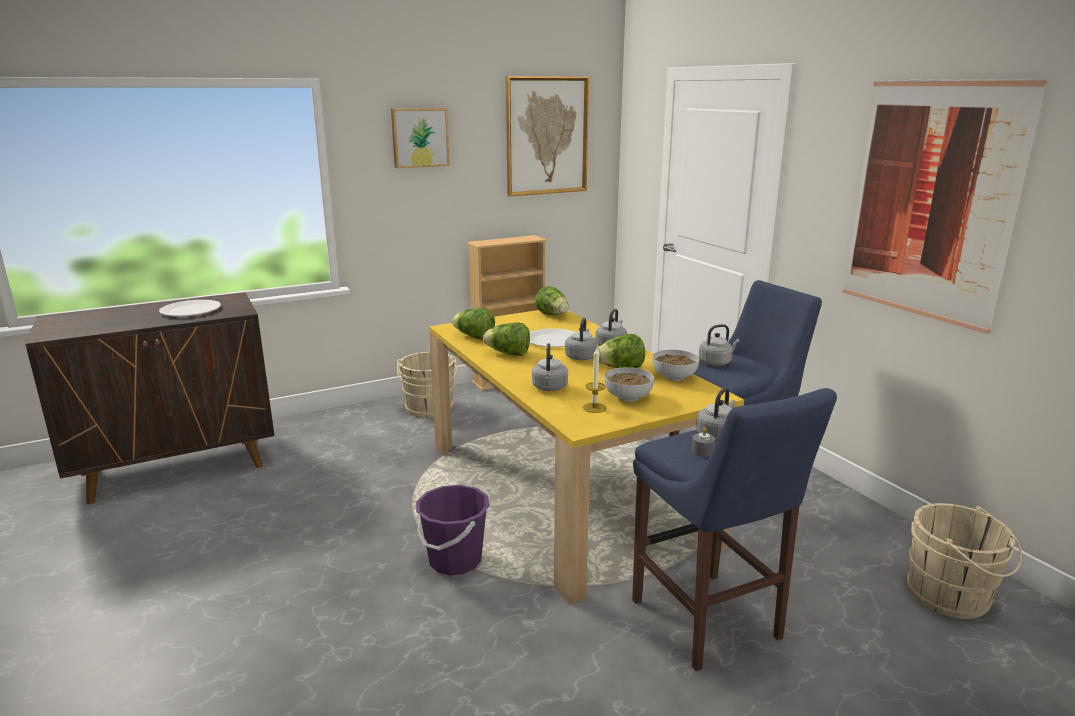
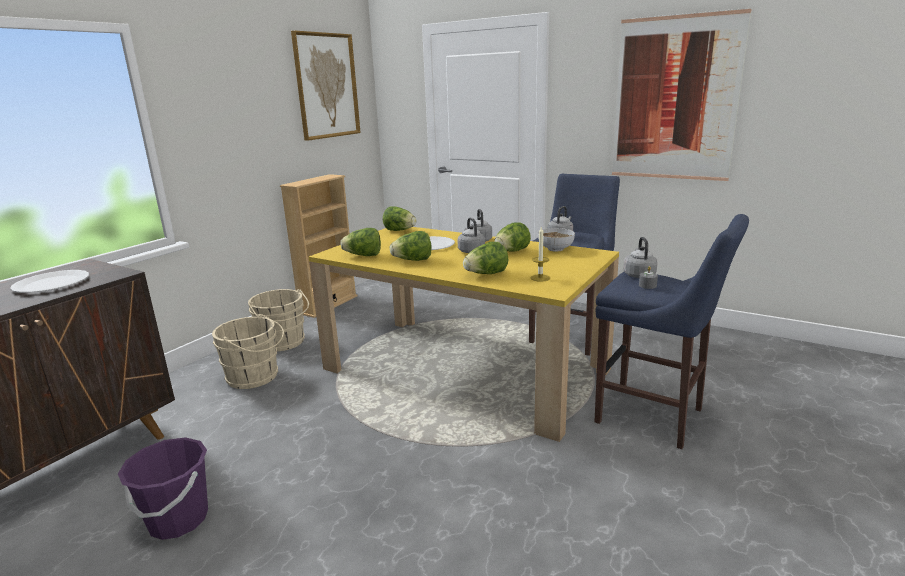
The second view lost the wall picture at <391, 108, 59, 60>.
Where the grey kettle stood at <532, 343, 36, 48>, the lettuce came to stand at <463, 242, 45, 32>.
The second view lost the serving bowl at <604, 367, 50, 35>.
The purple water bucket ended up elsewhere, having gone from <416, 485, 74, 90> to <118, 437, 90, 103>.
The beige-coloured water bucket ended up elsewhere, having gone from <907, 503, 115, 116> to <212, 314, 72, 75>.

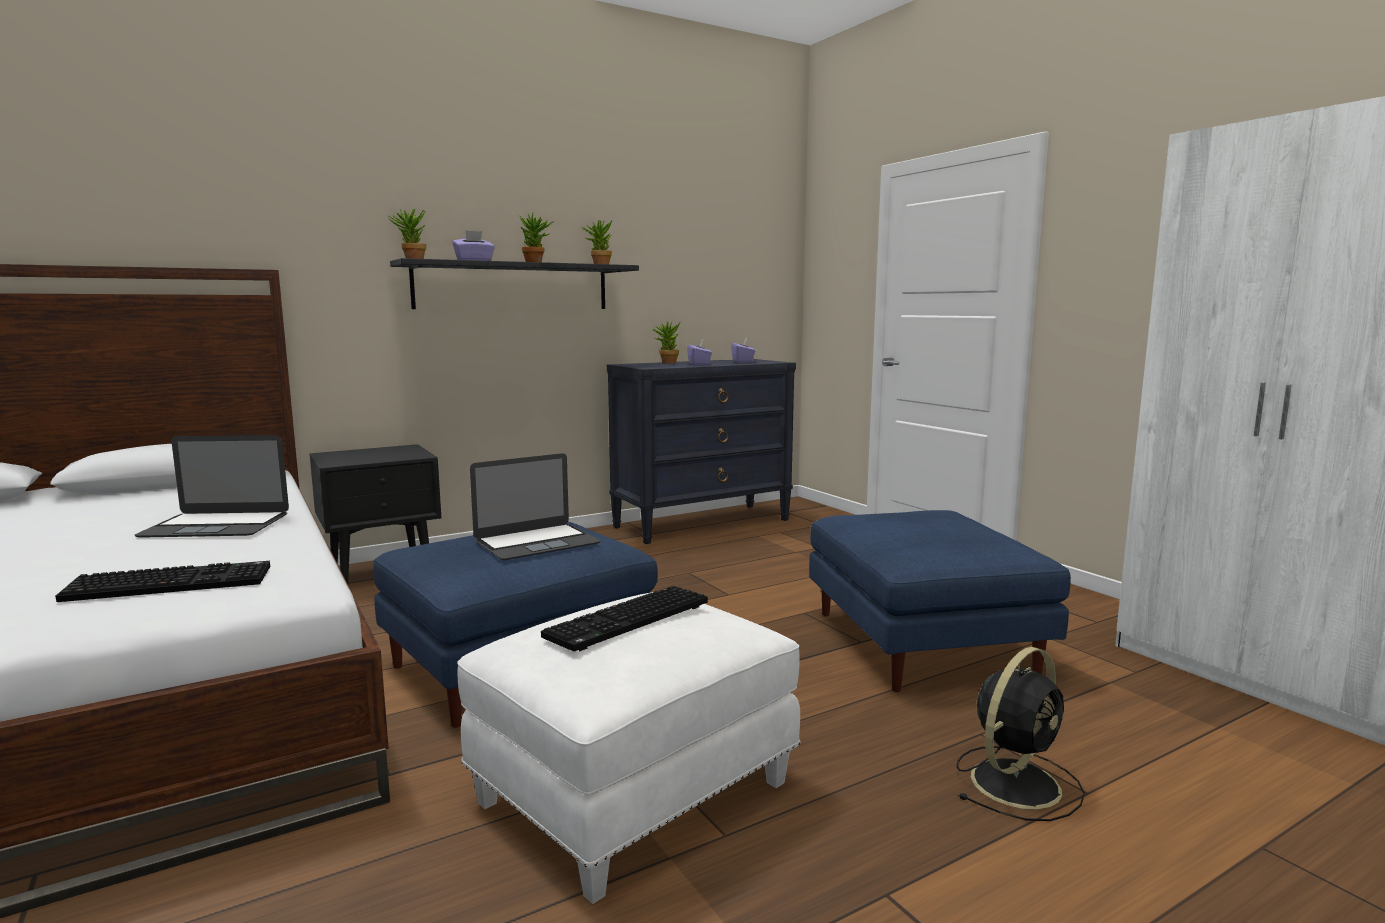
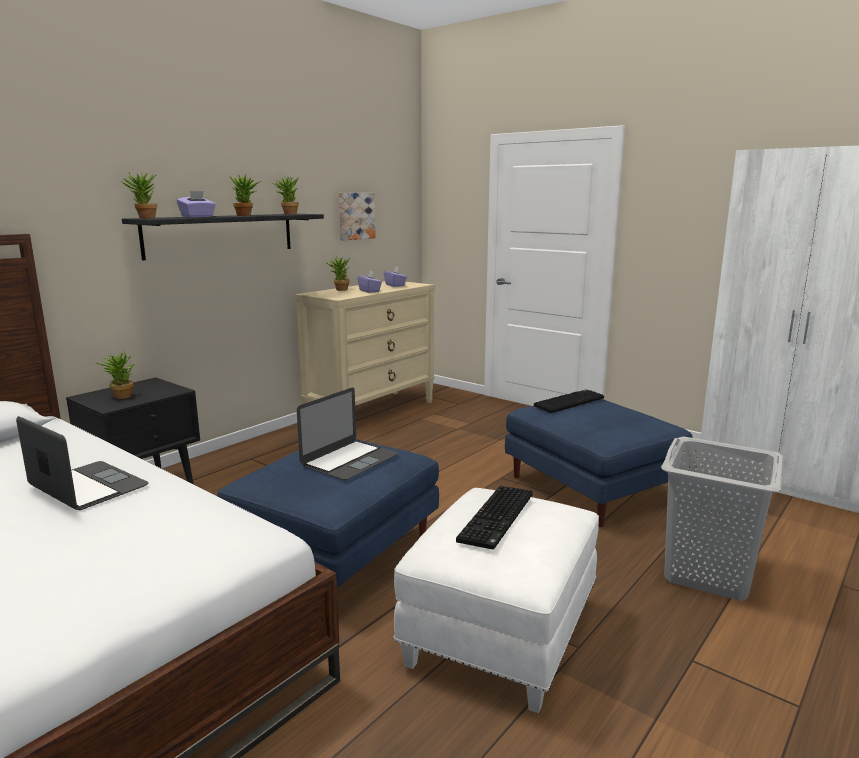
What was the blackish dresser at <607, 359, 189, 185> turned into the beige-coloured dresser at <295, 281, 140, 125>.
The laptop at <135, 435, 154, 103> ended up facing another way, 120 degrees counterclockwise from before.
The PC keyboard ended up elsewhere, having gone from <55, 561, 215, 41> to <534, 390, 70, 23>.
Where the blackish cooling fan stood at <957, 647, 128, 174>, the grey hamper came to stand at <661, 436, 123, 165>.
The second view gained the wall picture at <339, 193, 37, 47>.
The second view gained the plant in a pot at <95, 349, 41, 50>.

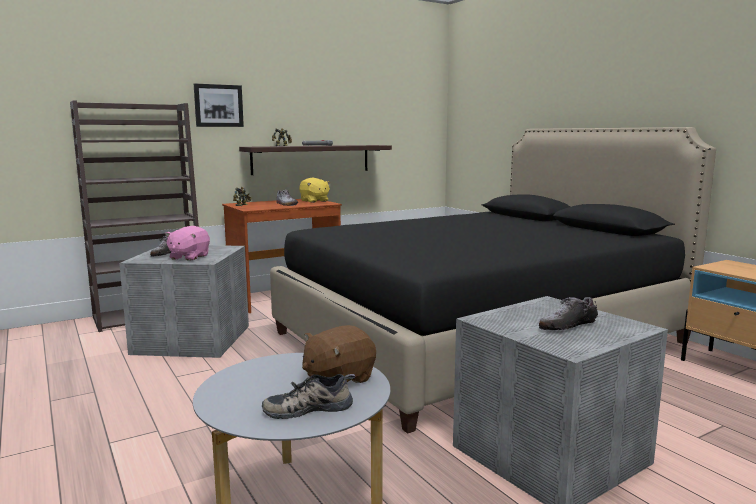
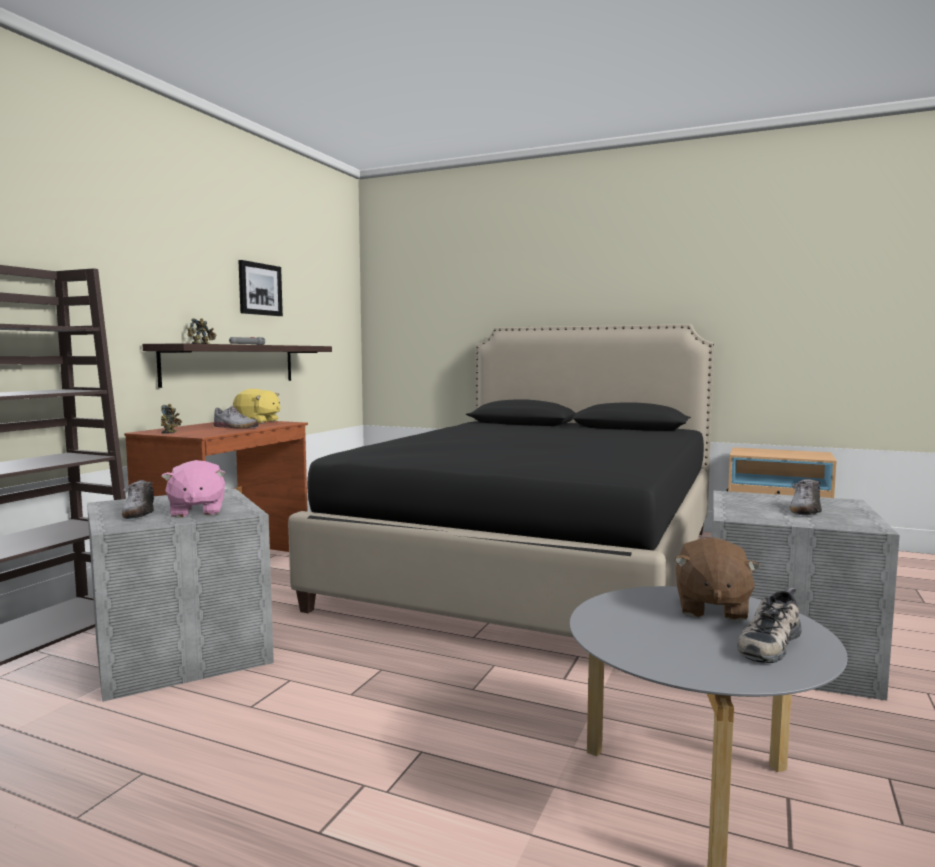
The wall picture ended up elsewhere, having gone from <194, 83, 50, 44> to <238, 260, 45, 56>.

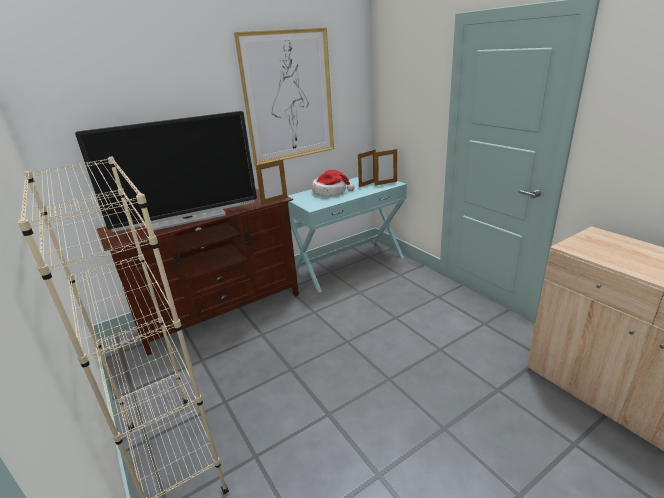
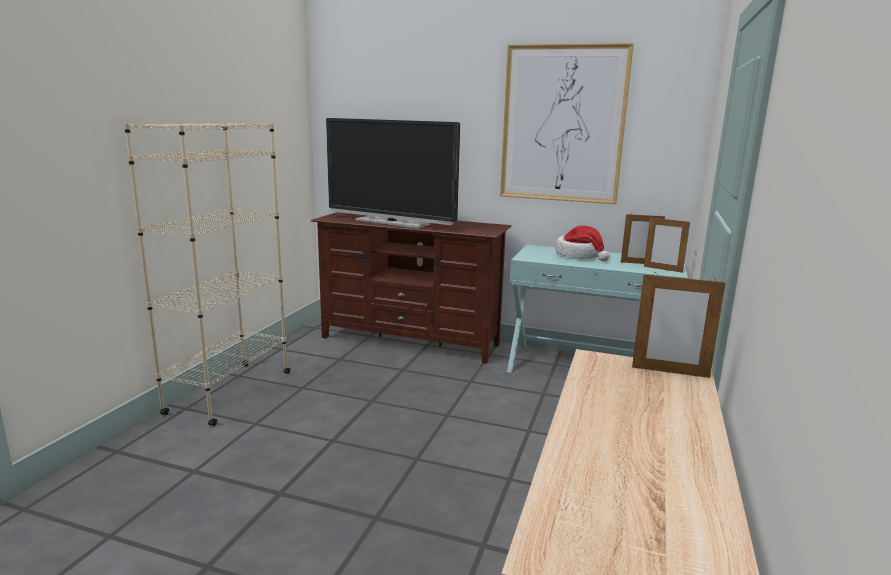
The standing frame ended up elsewhere, having gone from <255, 159, 33, 46> to <632, 272, 94, 106>.

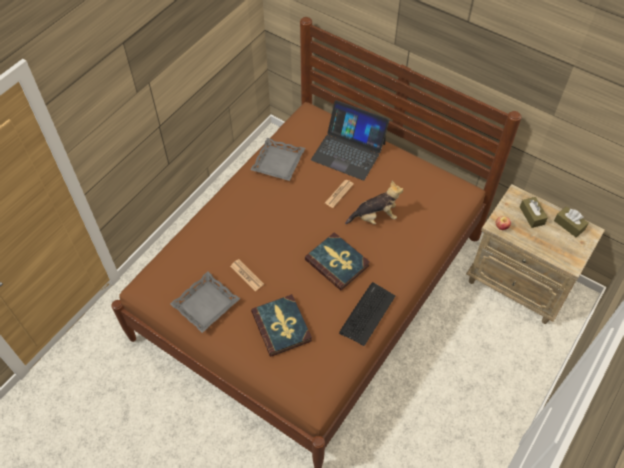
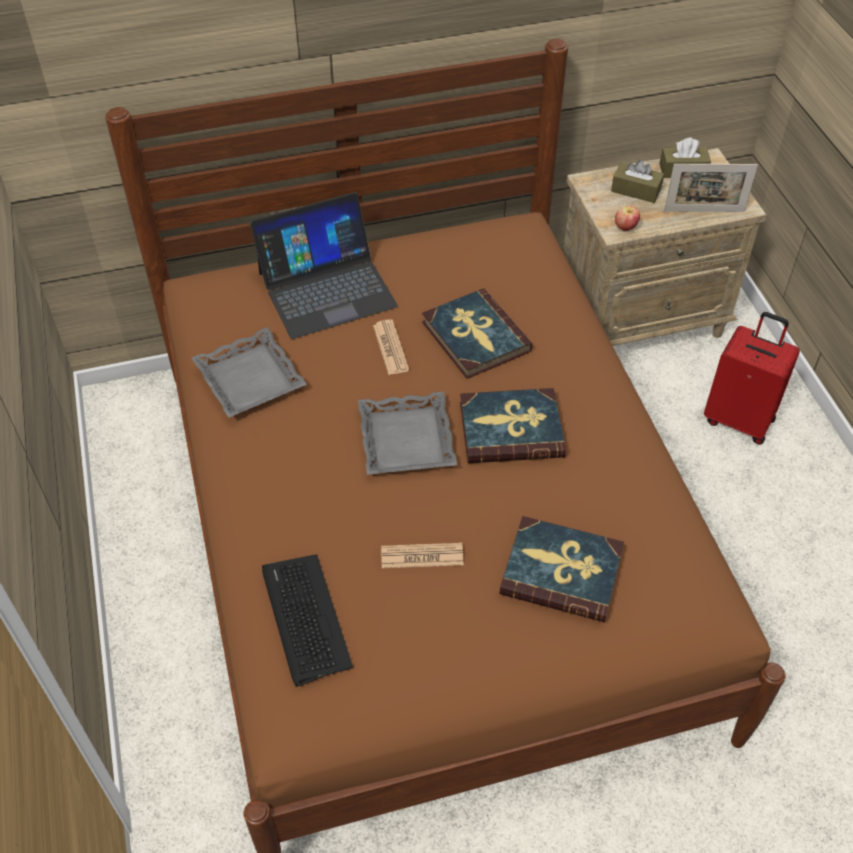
Where the cuddly toy stood at <345, 181, 58, 44>, the bound book came to stand at <422, 288, 111, 91>.
The grey serving tray ended up elsewhere, having gone from <170, 272, 70, 61> to <358, 391, 99, 84>.
The PC keyboard ended up elsewhere, having gone from <339, 282, 56, 64> to <262, 554, 91, 133>.
The second view gained the standing frame at <664, 164, 94, 48>.
The second view gained the reddish piece of luggage at <704, 312, 96, 133>.

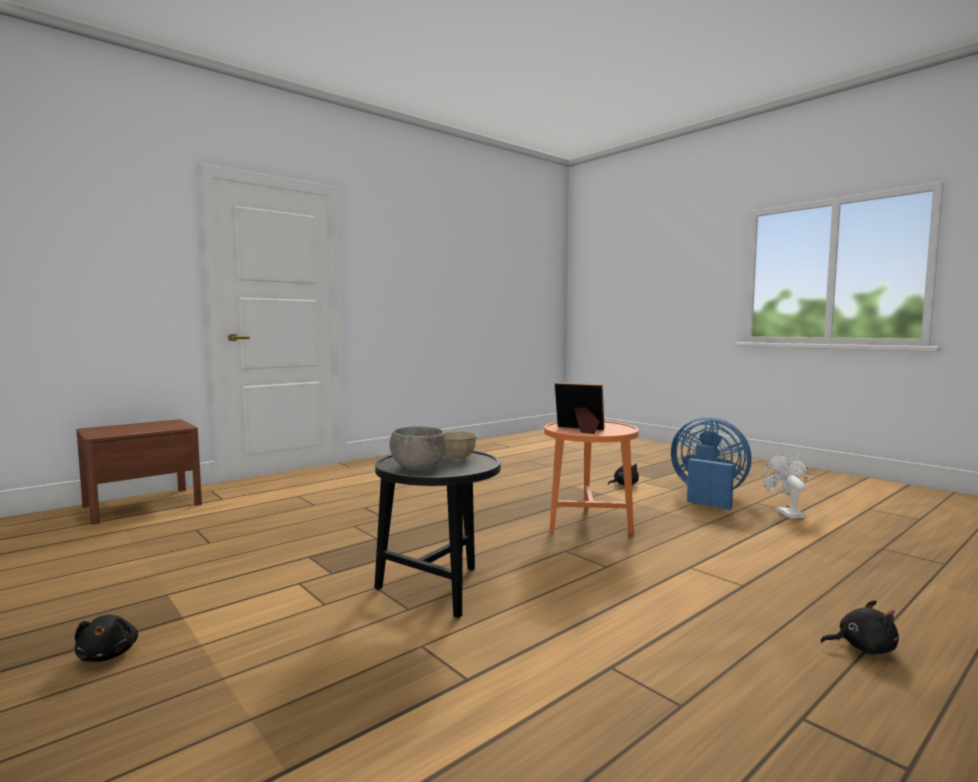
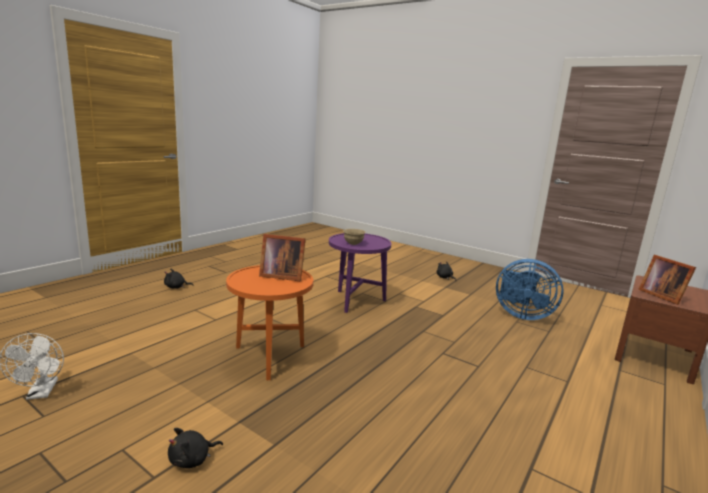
The bluish cooling fan ended up elsewhere, having gone from <671, 417, 81, 93> to <496, 259, 68, 61>.
The second view lost the grey serving bowl at <390, 426, 56, 45>.
What was the blackish side table at <374, 451, 127, 167> turned into the purple side table at <329, 233, 62, 80>.
The second view gained the standing frame at <638, 255, 58, 50>.

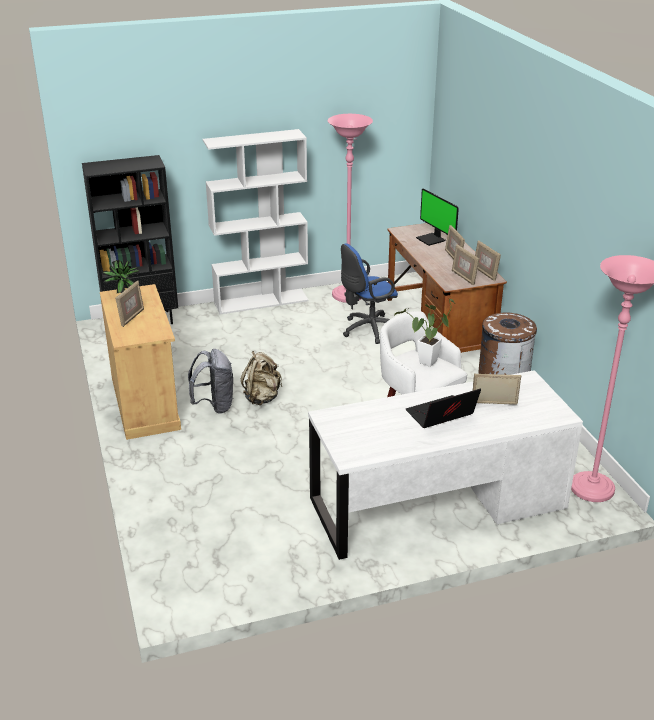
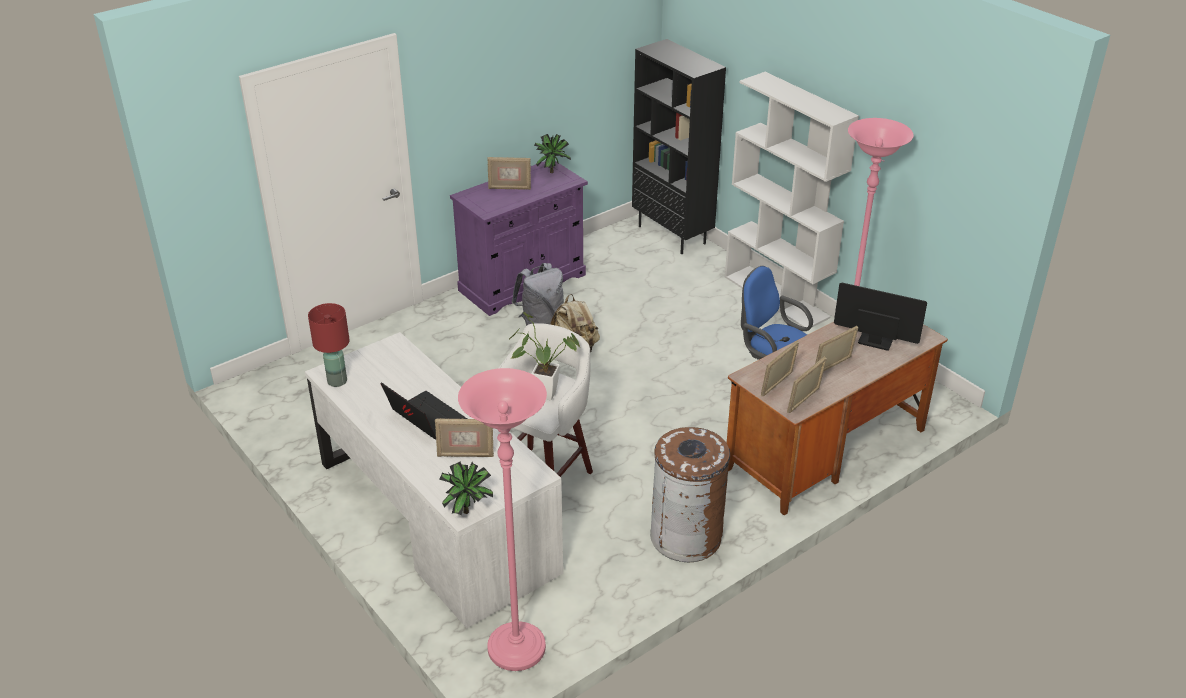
The computer screen at <416, 188, 43, 58> ended up facing another way, 75 degrees clockwise from before.
What was the beige-coloured cabinet at <100, 284, 81, 156> turned into the purple cabinet at <450, 161, 138, 155>.
The standing frame at <473, 373, 48, 32> ended up facing another way, 105 degrees clockwise from before.
The second view gained the reddish tabletop lamp at <308, 303, 42, 84>.
The second view gained the plant in a pot at <439, 462, 54, 53>.

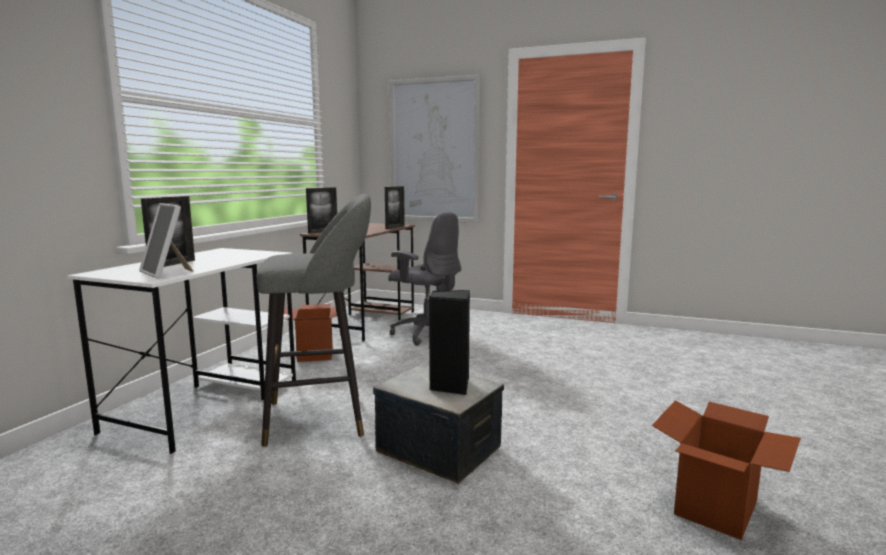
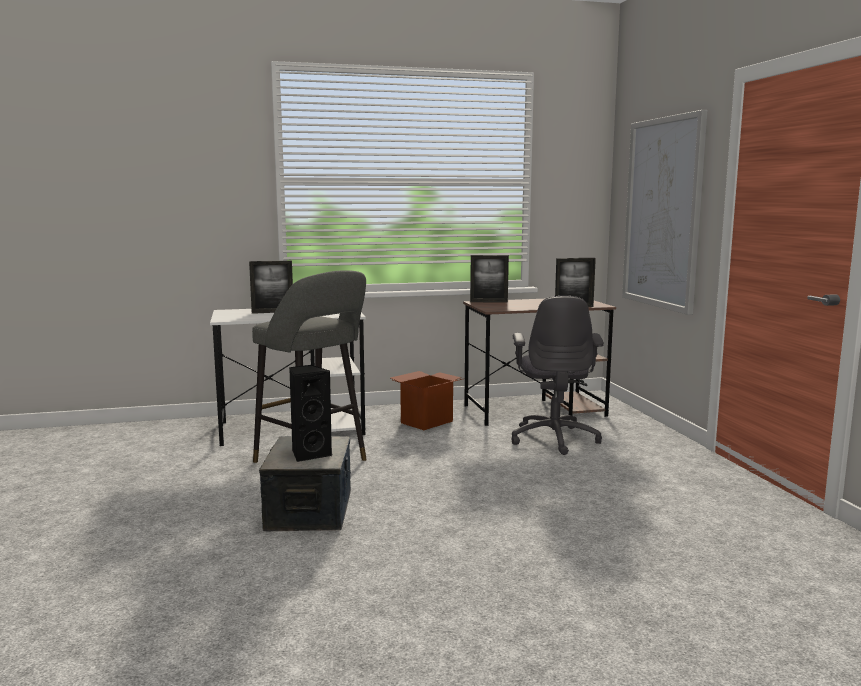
The second view lost the standing frame at <139, 203, 55, 76>.
The second view lost the packing box at <652, 400, 149, 140>.

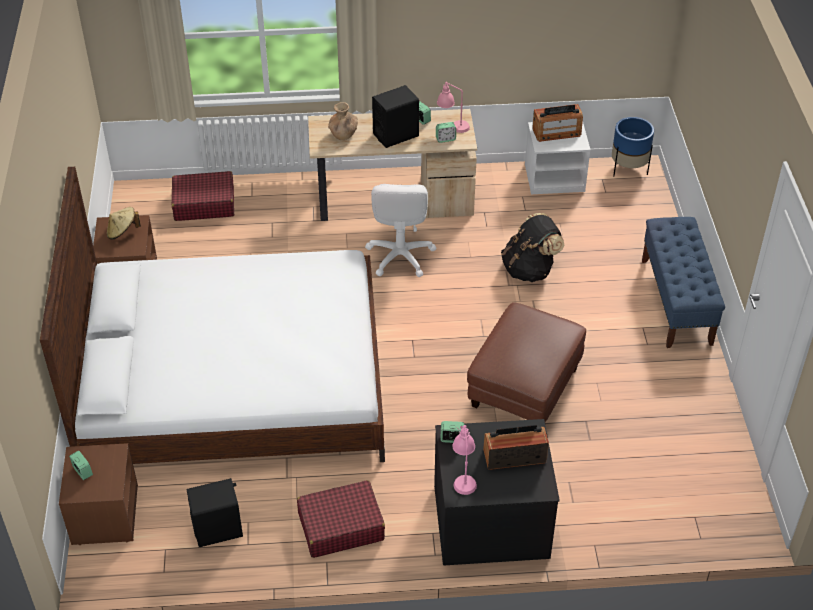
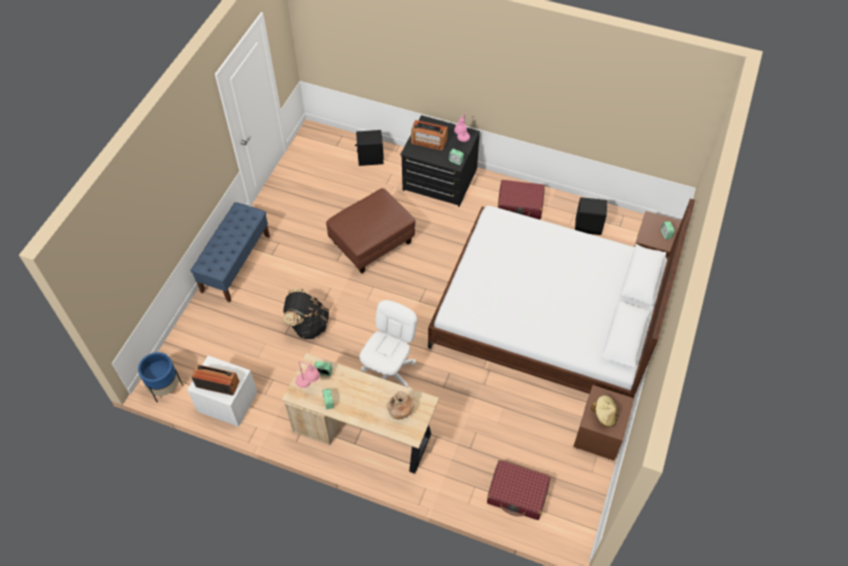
The blackish speaker ended up elsewhere, having gone from <372, 85, 47, 63> to <355, 130, 29, 36>.

